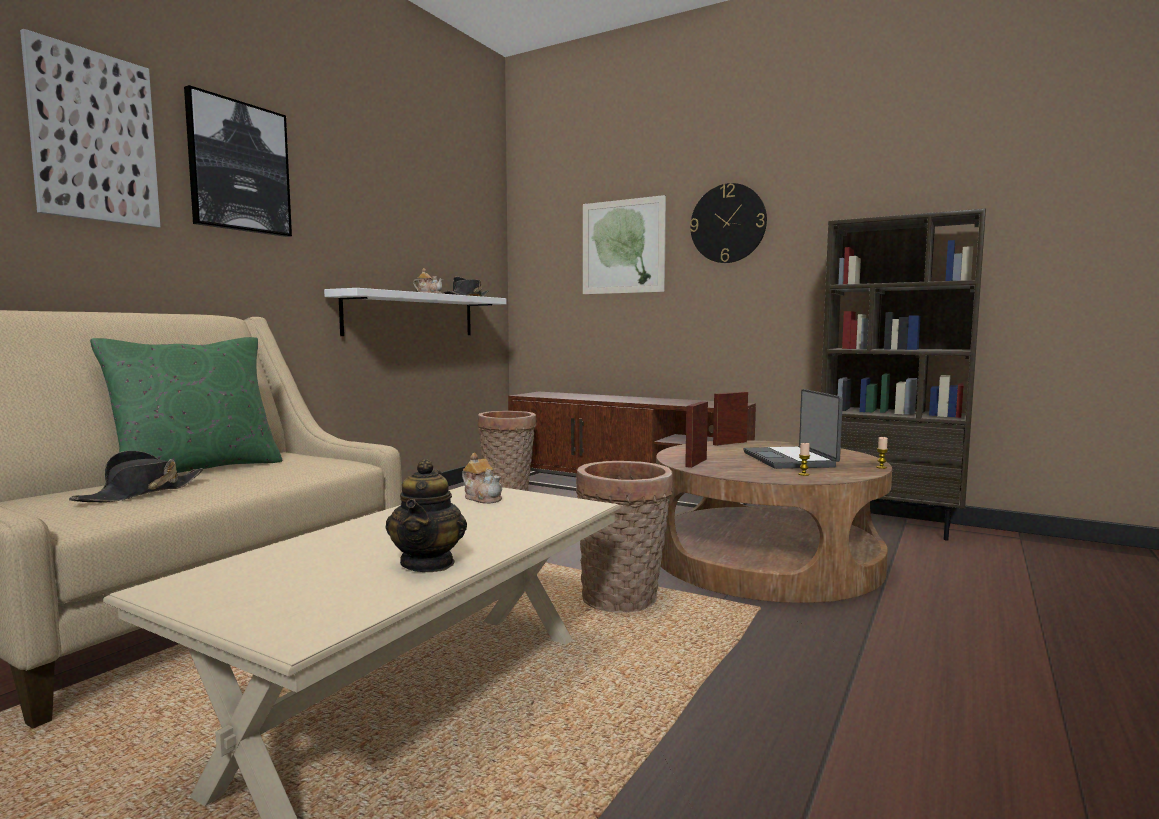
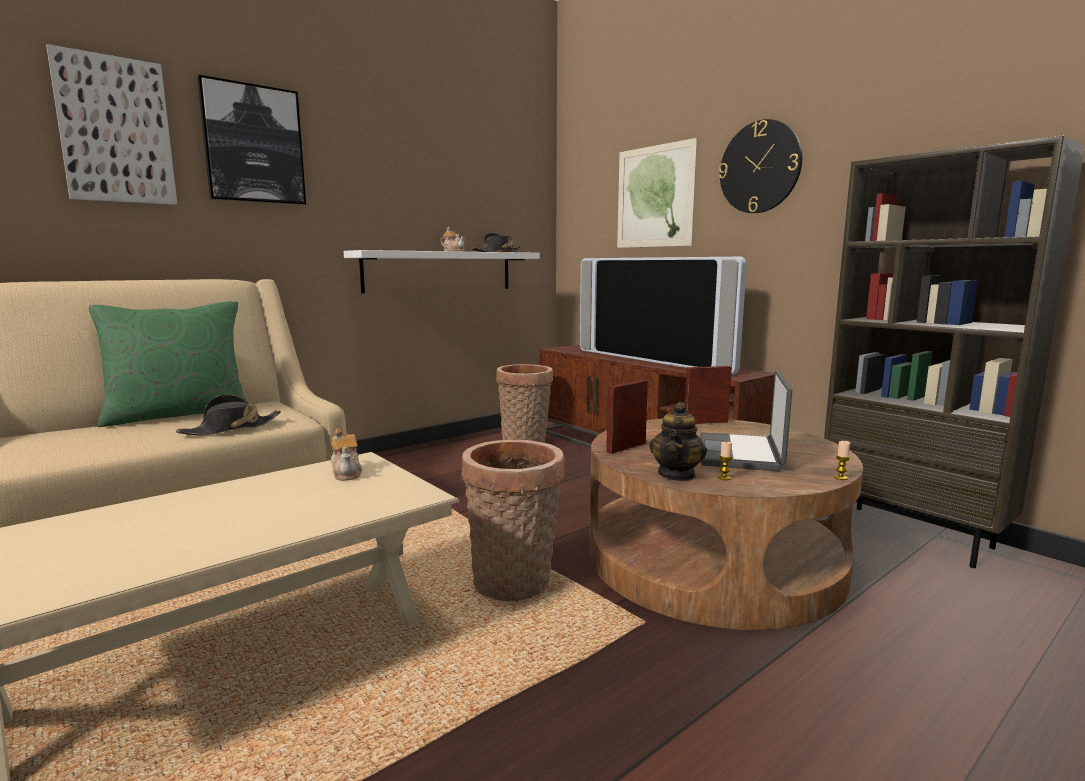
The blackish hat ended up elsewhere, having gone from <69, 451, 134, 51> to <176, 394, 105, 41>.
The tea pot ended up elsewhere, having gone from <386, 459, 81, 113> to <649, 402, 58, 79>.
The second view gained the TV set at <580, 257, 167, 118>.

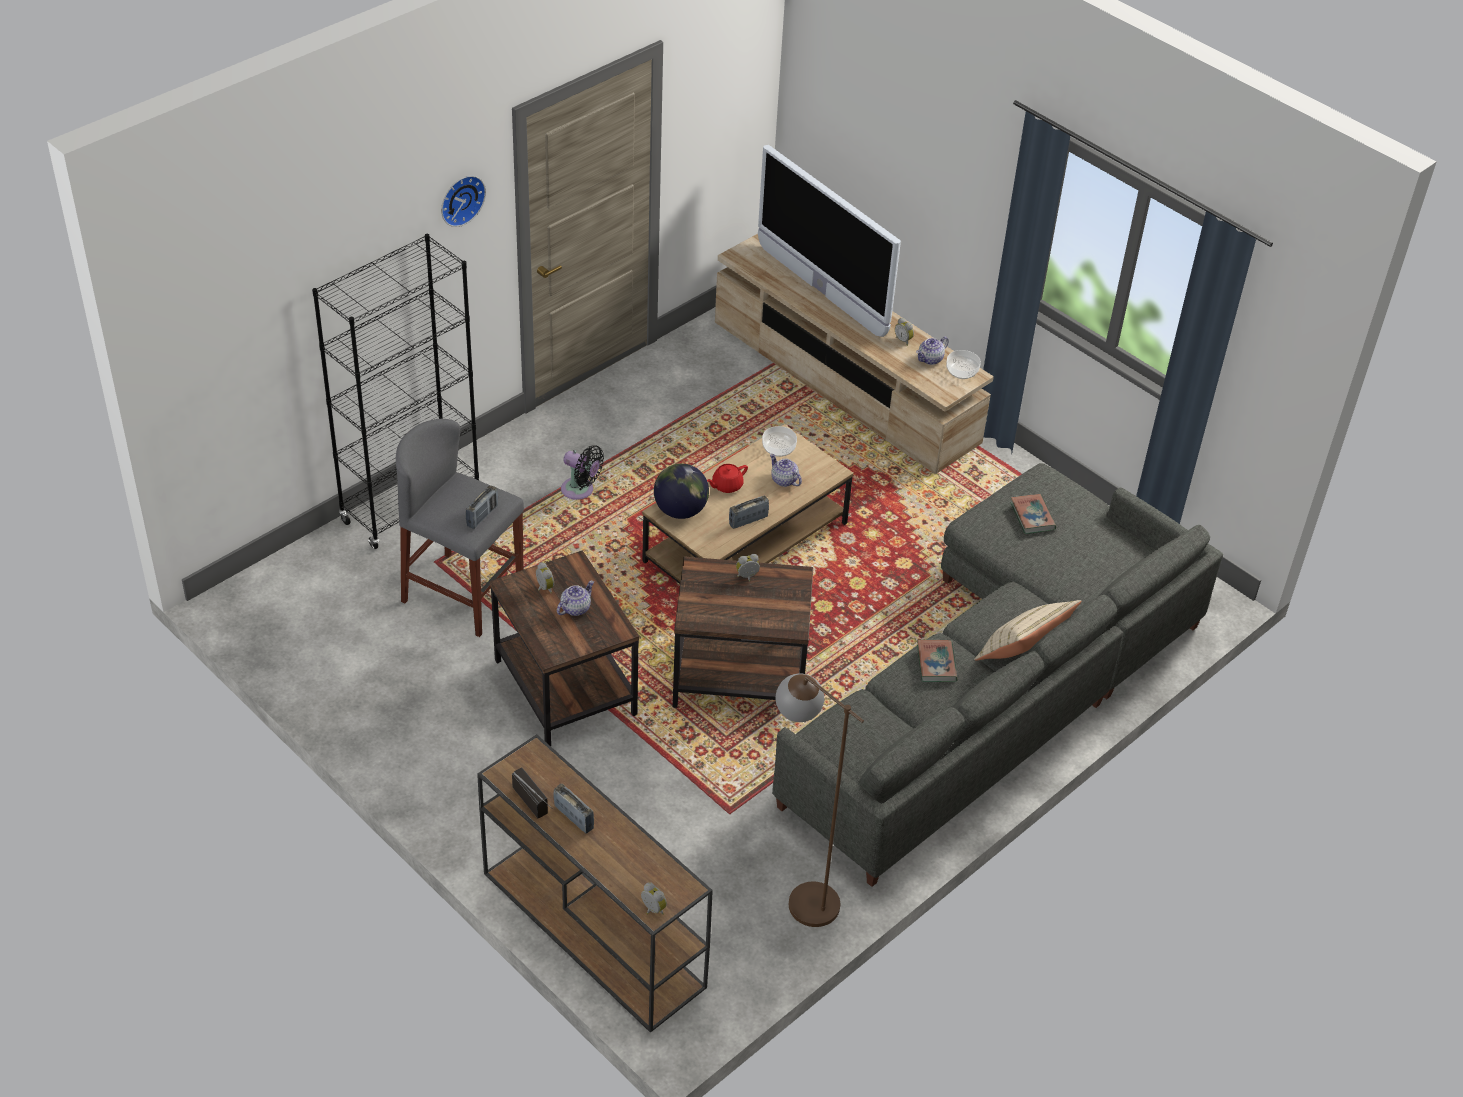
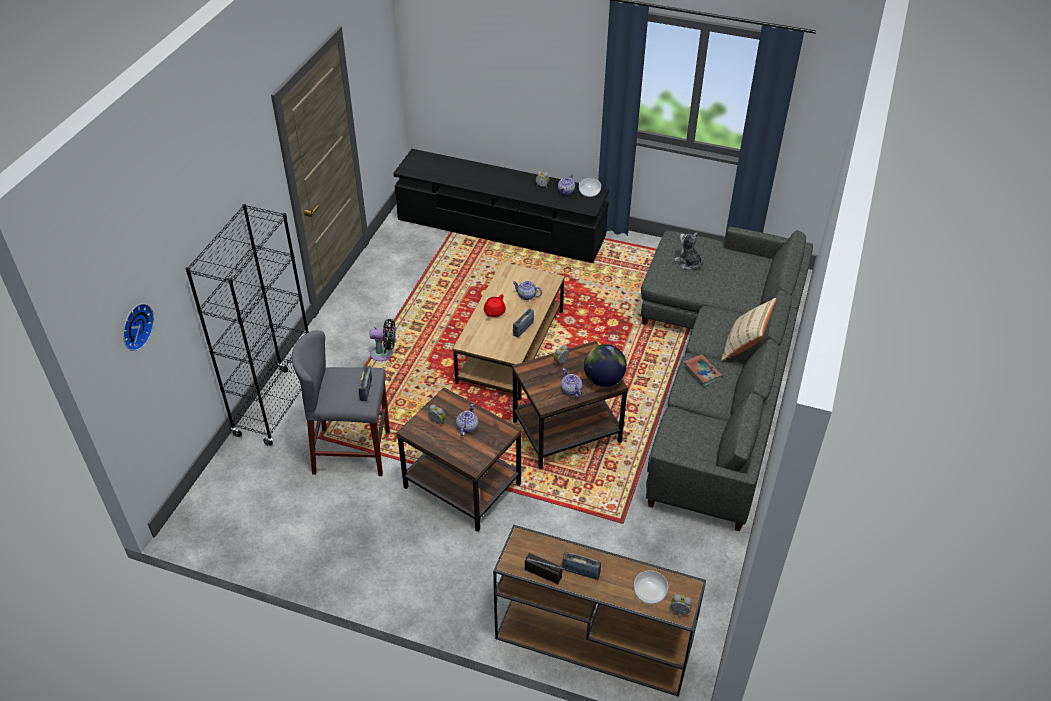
The second view lost the TV set at <758, 145, 143, 192>.
The clock on the wall ended up elsewhere, having gone from <441, 176, 45, 51> to <123, 303, 31, 48>.
What was the beige-coloured tv unit at <715, 234, 279, 240> turned into the blackish tv unit at <393, 149, 216, 114>.
The serving bowl ended up elsewhere, having gone from <762, 426, 35, 31> to <634, 570, 34, 34>.
The globe ended up elsewhere, having gone from <654, 463, 55, 56> to <584, 344, 43, 43>.
Where the bound book stood at <1010, 494, 46, 40>, the cuddly toy came to stand at <674, 232, 30, 38>.
The second view lost the brown standing lamp at <776, 673, 88, 254>.
The second view gained the tea pot at <561, 368, 21, 30>.

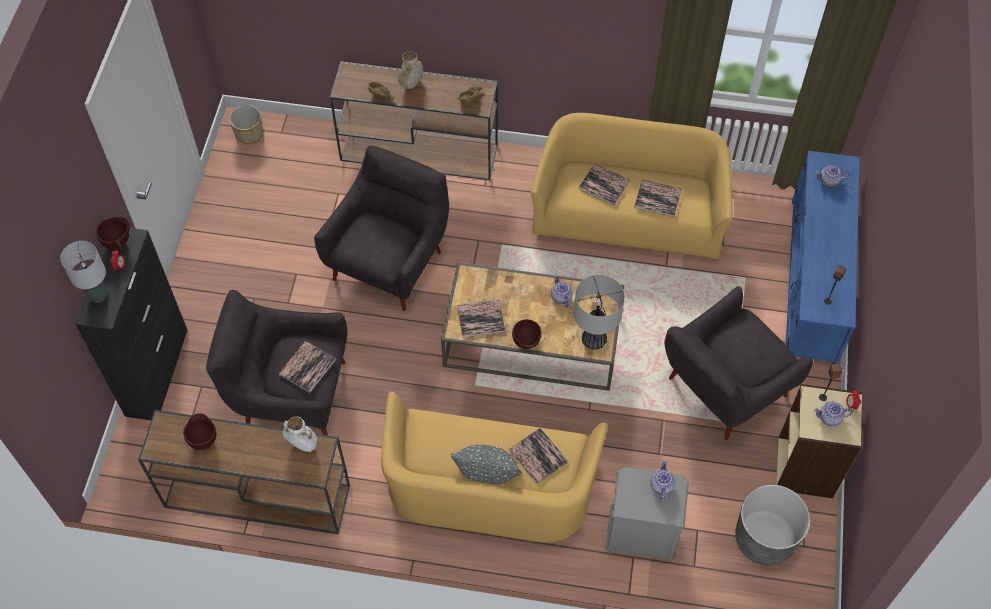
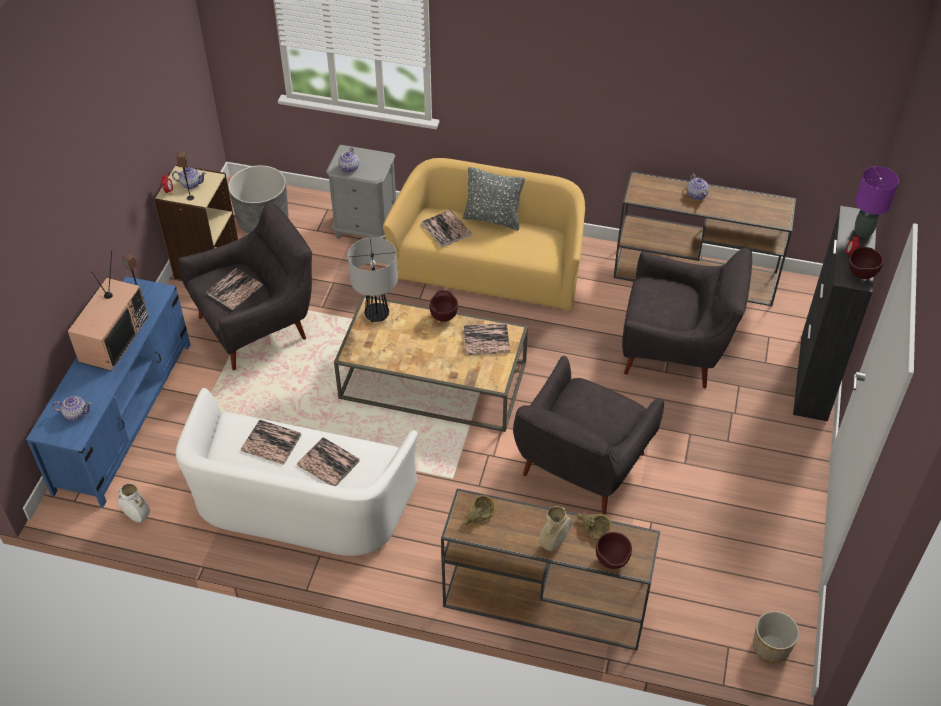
What was the yellowish couch at <531, 113, 202, 146> turned into the white-coloured couch at <176, 388, 242, 168>.
What was the grey tabletop lamp at <61, 241, 46, 62> turned into the purple tabletop lamp at <855, 166, 44, 72>.
The tea pot ended up elsewhere, having gone from <551, 275, 22, 33> to <687, 173, 22, 27>.
The bound book ended up elsewhere, having gone from <279, 341, 57, 52> to <207, 268, 56, 42>.
The brown serving bowl ended up elsewhere, having gone from <183, 413, 34, 37> to <596, 532, 36, 37>.
The white-coloured decorative vase ended up elsewhere, having gone from <282, 416, 36, 36> to <117, 483, 33, 39>.
The second view gained the TV set at <68, 250, 81, 121>.

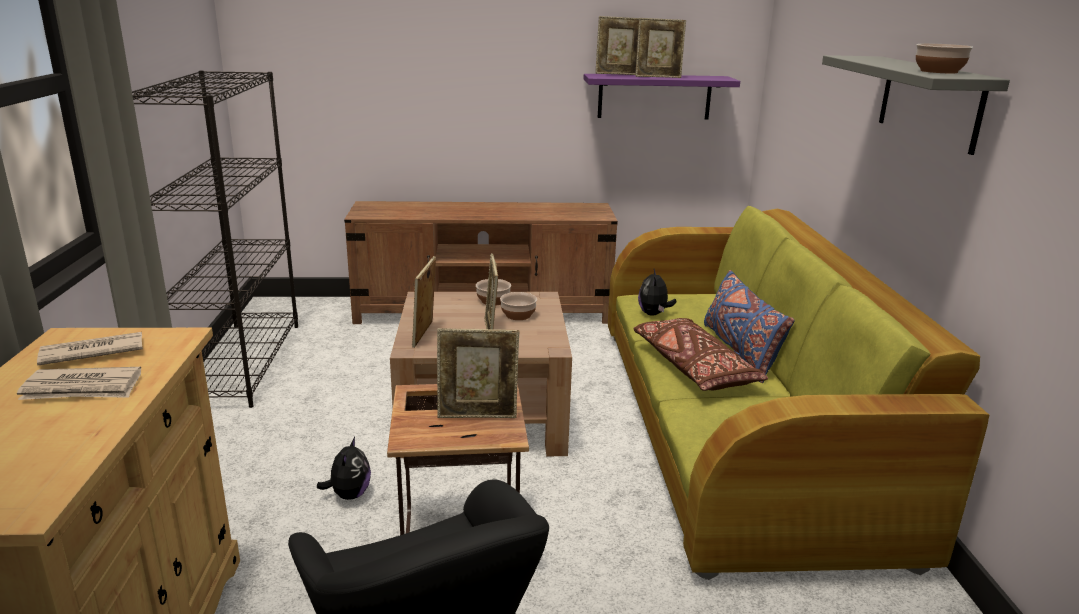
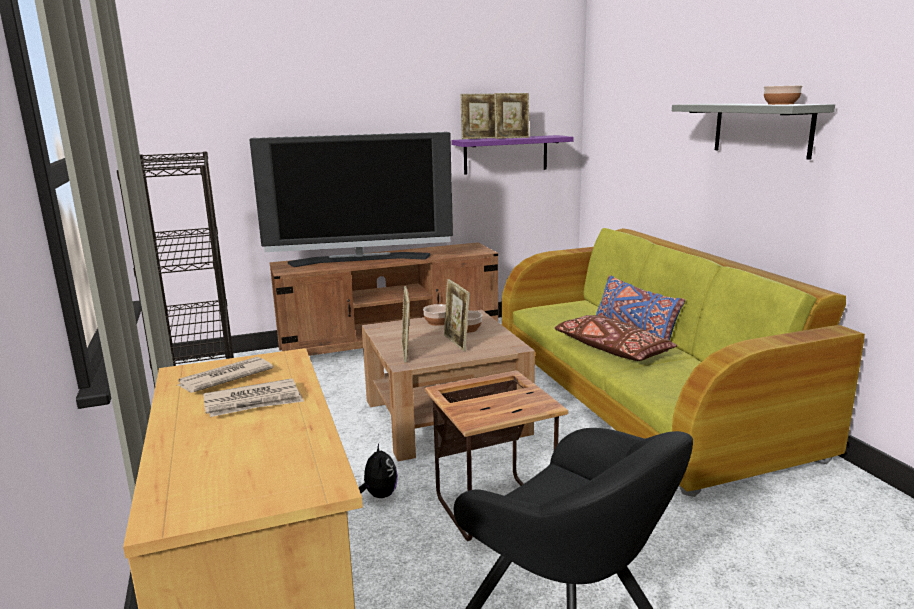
The second view lost the cuddly toy at <638, 269, 39, 47>.
The second view lost the standing frame at <437, 328, 82, 90>.
The second view gained the TV set at <249, 132, 204, 135>.

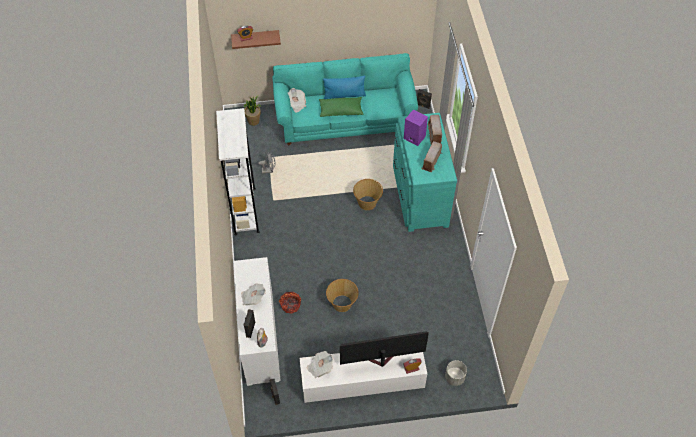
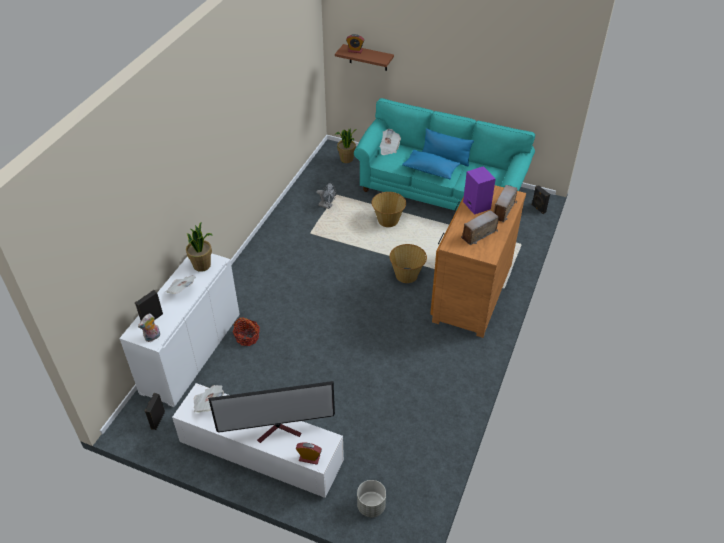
What was the greenish throw pillow at <319, 97, 44, 20> turned into the bluish throw pillow at <402, 150, 58, 29>.
The second view lost the white-coloured bookshelf at <216, 108, 44, 128>.
What was the turquoise dresser at <393, 113, 64, 119> turned into the brown dresser at <430, 185, 96, 153>.
The household basket ended up elsewhere, having gone from <326, 279, 33, 33> to <371, 192, 35, 35>.
The TV set at <340, 331, 89, 36> ended up facing another way, 150 degrees clockwise from before.
The second view gained the plant in a pot at <186, 222, 27, 50>.

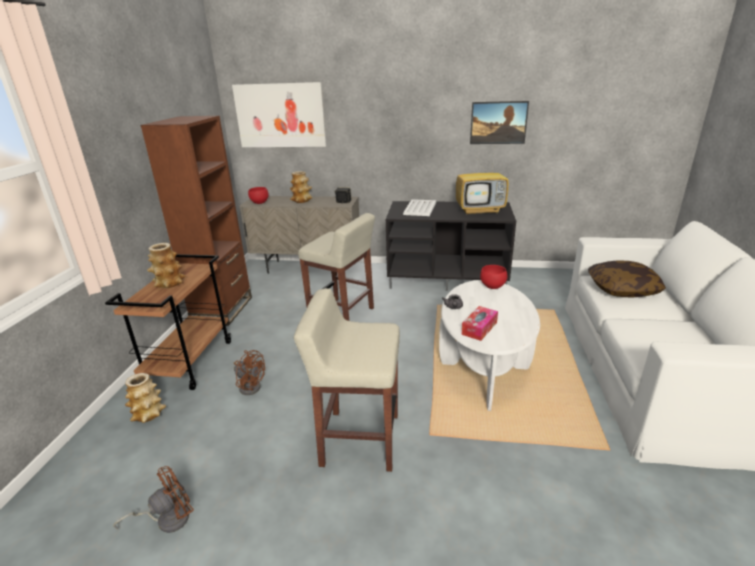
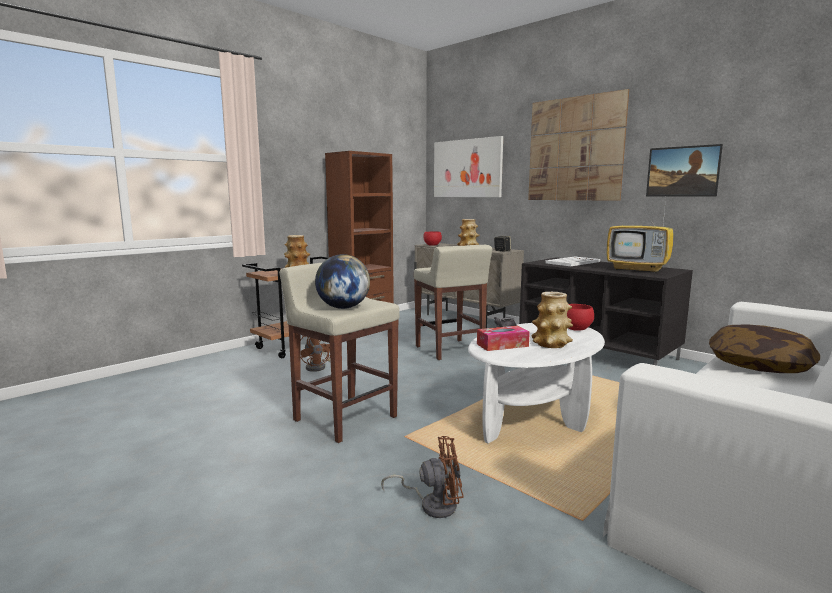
The decorative vase ended up elsewhere, having gone from <125, 373, 41, 50> to <531, 292, 42, 56>.
The brown cooling fan ended up elsewhere, having gone from <113, 466, 81, 67> to <381, 436, 83, 82>.
The second view gained the wall picture at <528, 89, 101, 112>.
The second view gained the globe at <315, 254, 55, 55>.

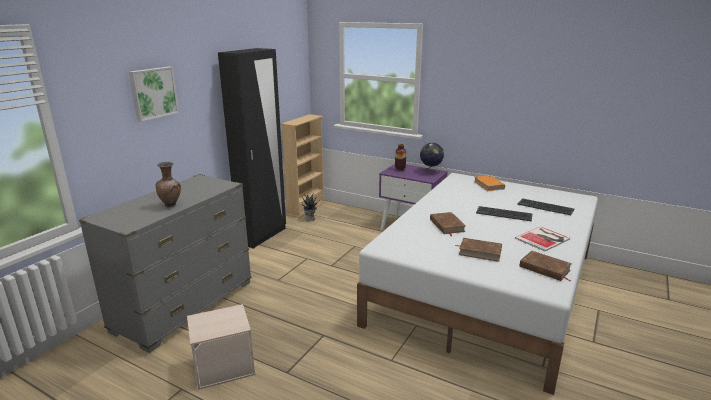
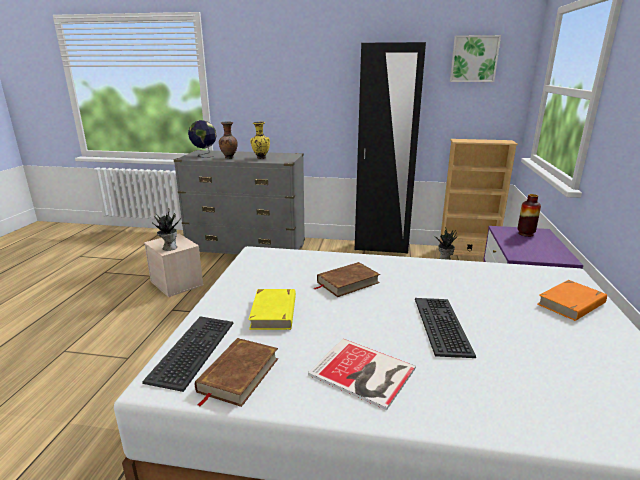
The wall picture ended up elsewhere, having gone from <129, 67, 50, 55> to <450, 35, 51, 47>.
The globe ended up elsewhere, having gone from <420, 143, 24, 31> to <188, 120, 29, 38>.
The PC keyboard ended up elsewhere, having gone from <517, 198, 57, 17> to <142, 316, 91, 76>.
What was the brown bound book at <455, 238, 47, 24> turned into the yellowish bound book at <248, 289, 48, 41>.
The second view gained the yellowish decorative vase at <250, 122, 20, 37>.
The second view gained the plant in a pot at <152, 208, 28, 43>.

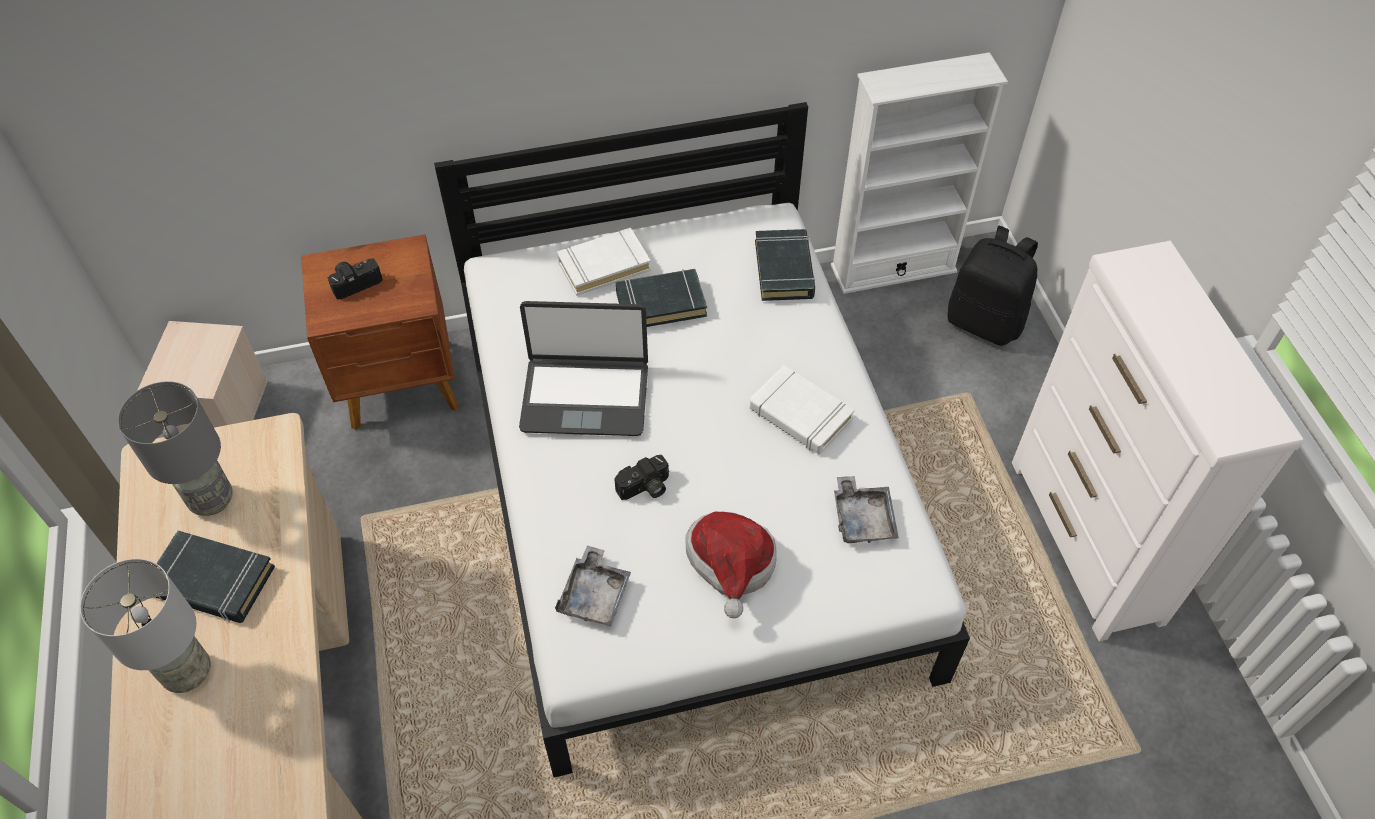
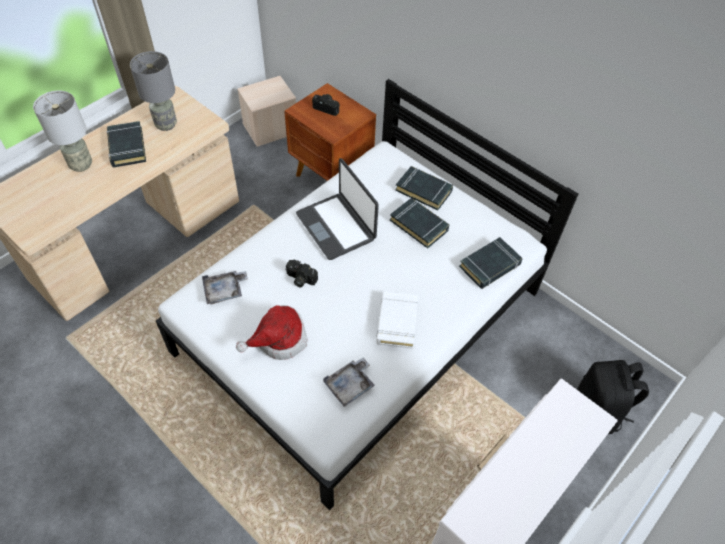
The second view lost the white-coloured bookshelf at <831, 52, 177, 242>.
What was the white-coloured bound book at <557, 228, 94, 68> turned into the blackish bound book at <395, 166, 58, 44>.

